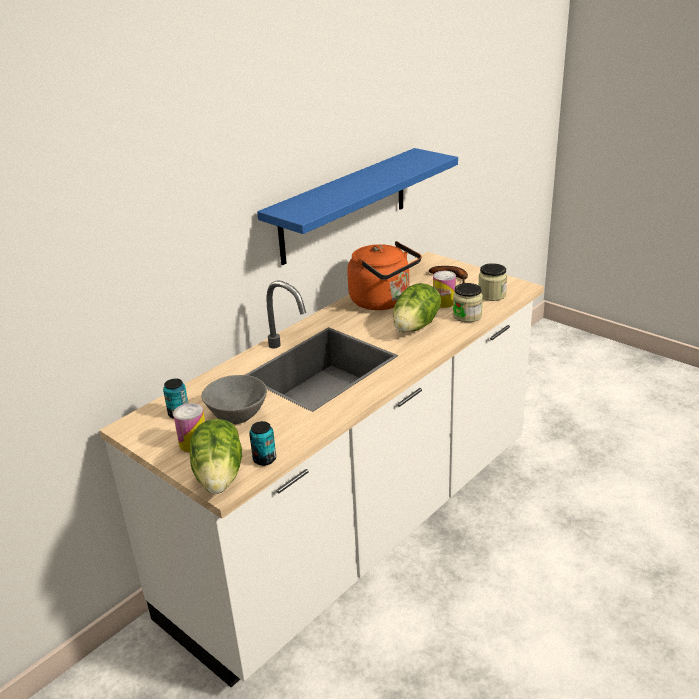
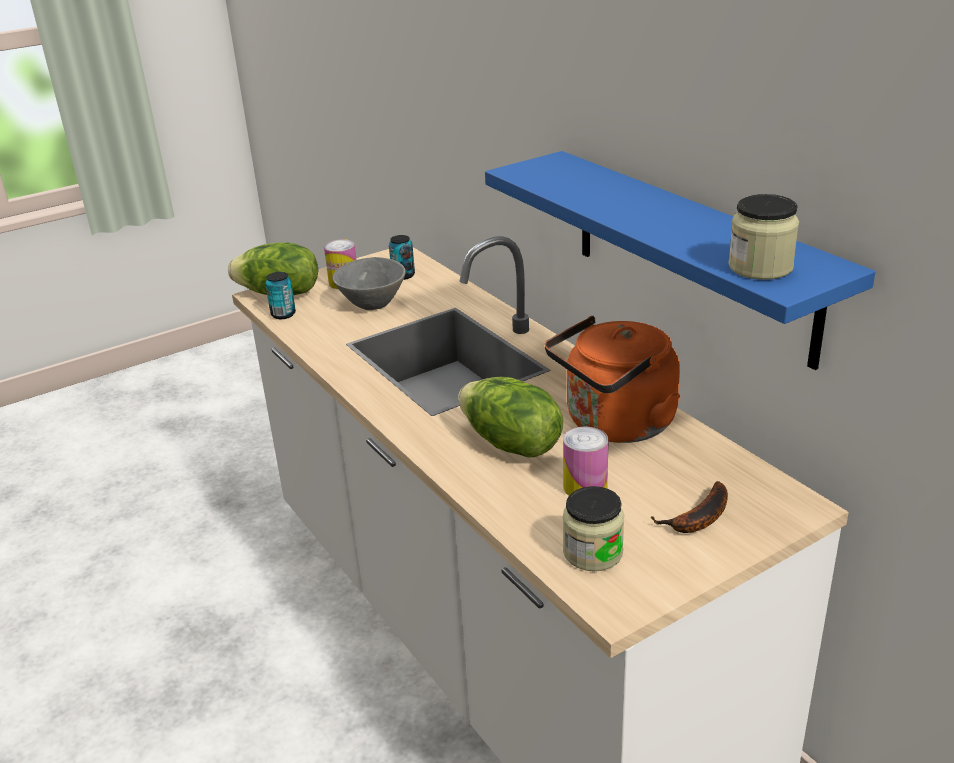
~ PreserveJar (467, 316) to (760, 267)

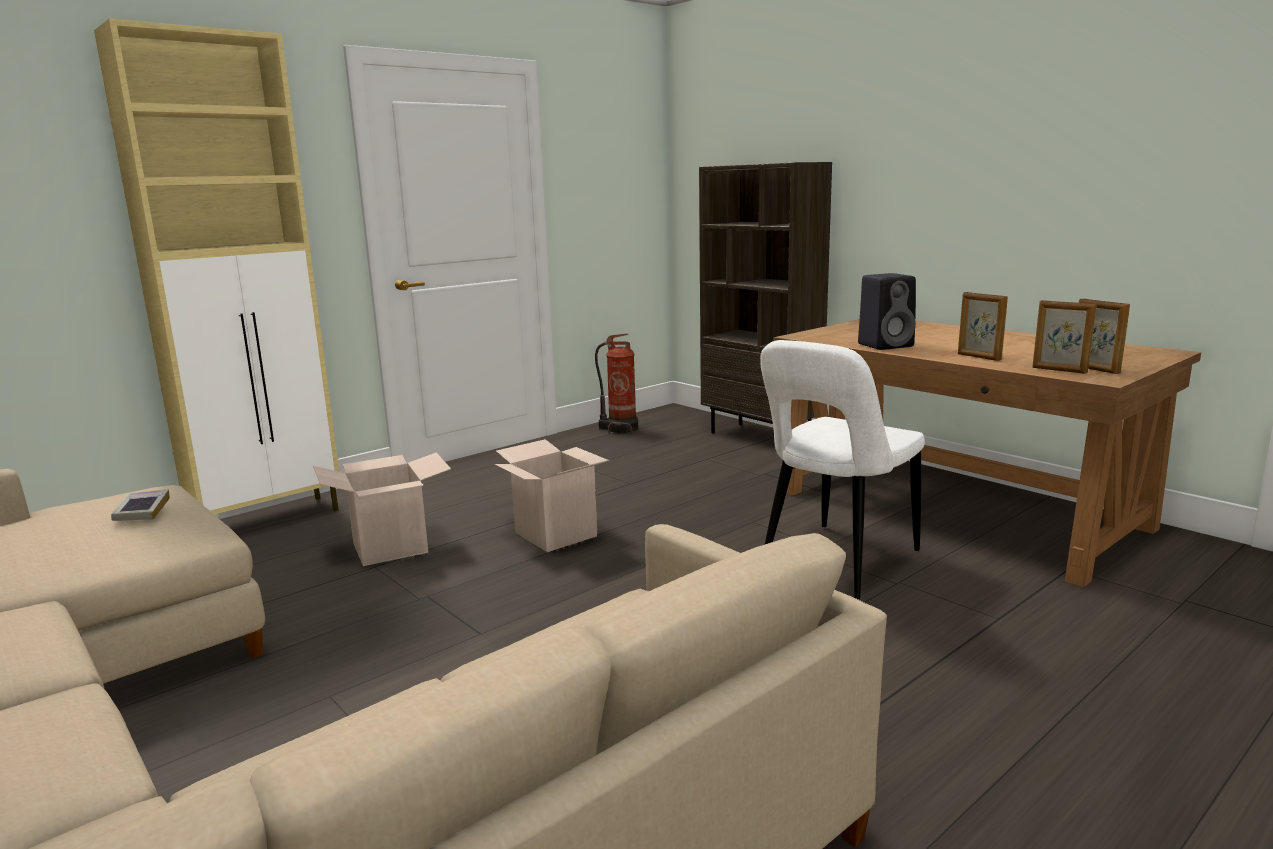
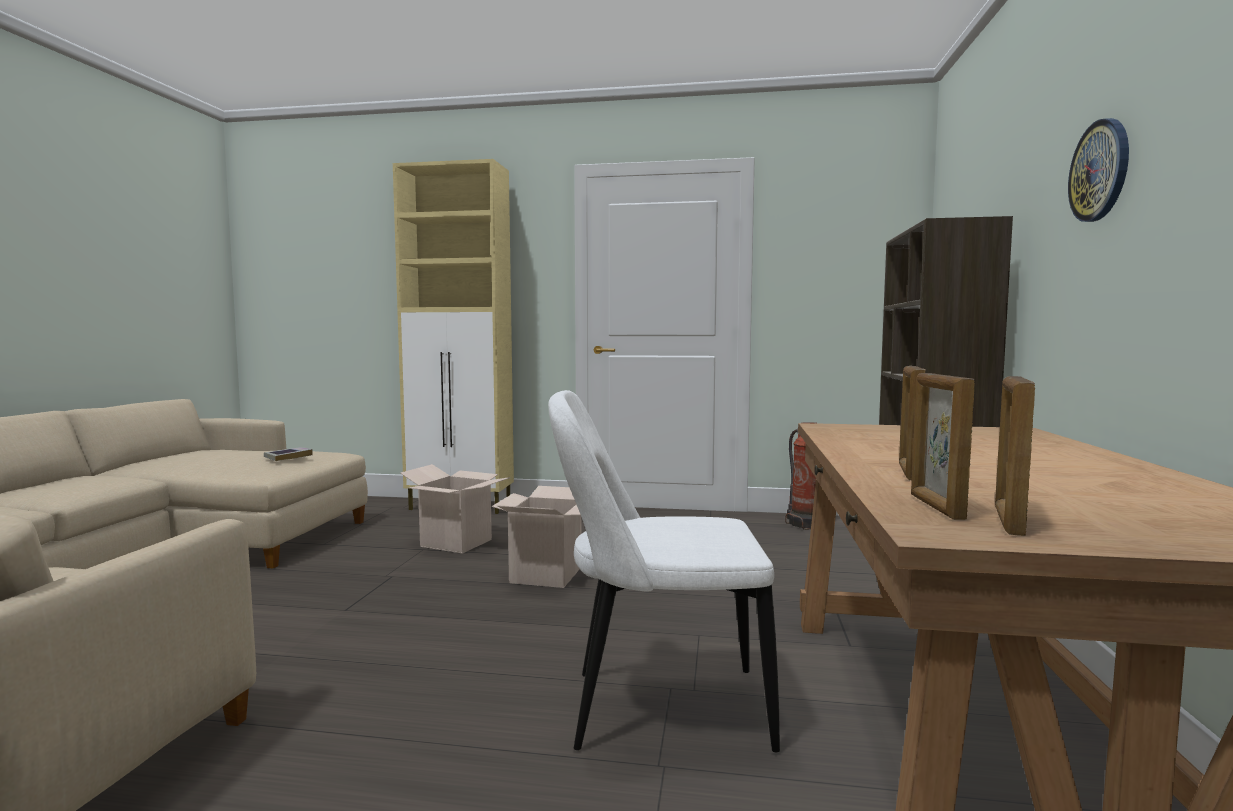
+ HangingClock (1100, 171)
- BlackishAudioSpeaker (886, 345)

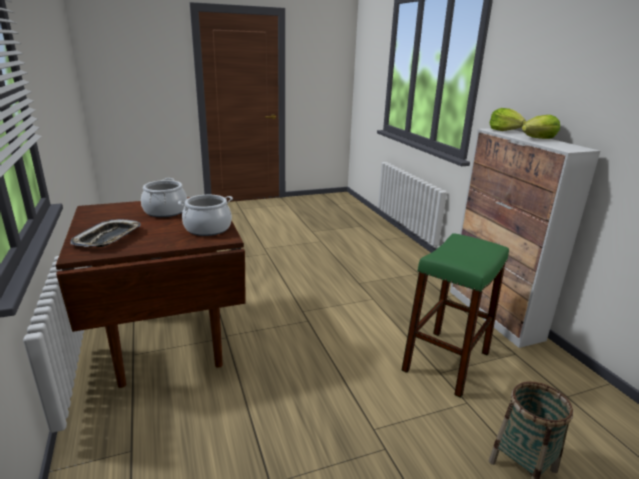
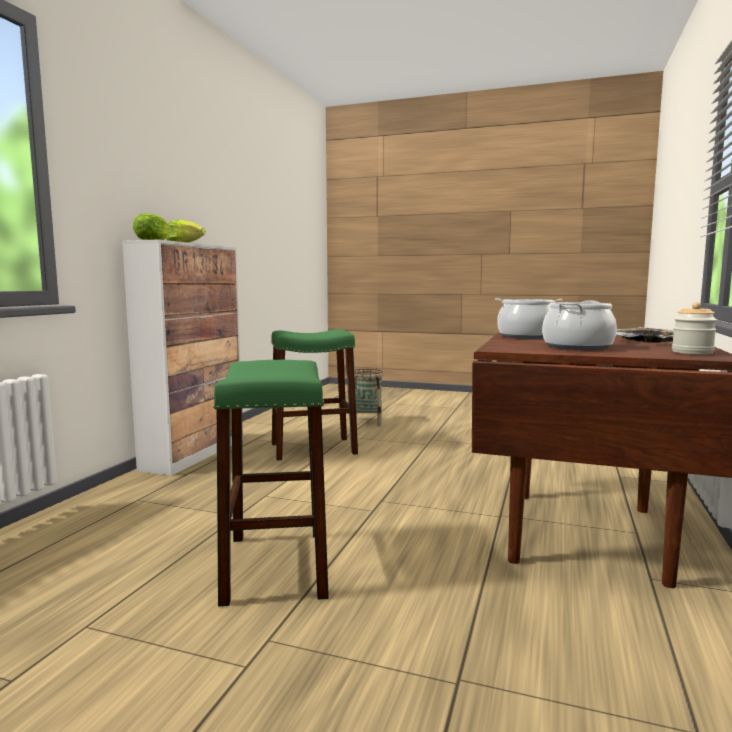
+ GreenColouredStoolSeat (276, 566)
+ PreserveJar (692, 352)

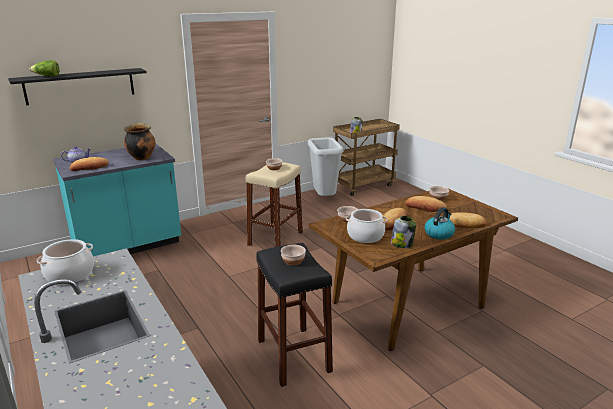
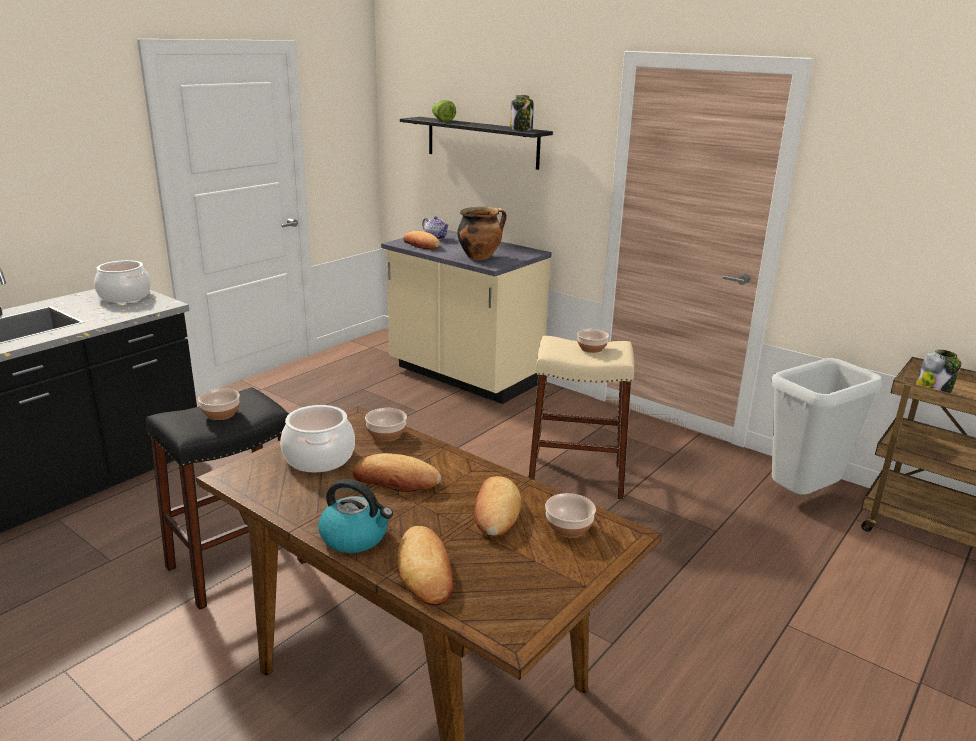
~ TurquoiseKitchenCounter (128, 246) to SandColouredKitchenCounter (463, 376)
~ PreserveJar (402, 244) to (521, 129)

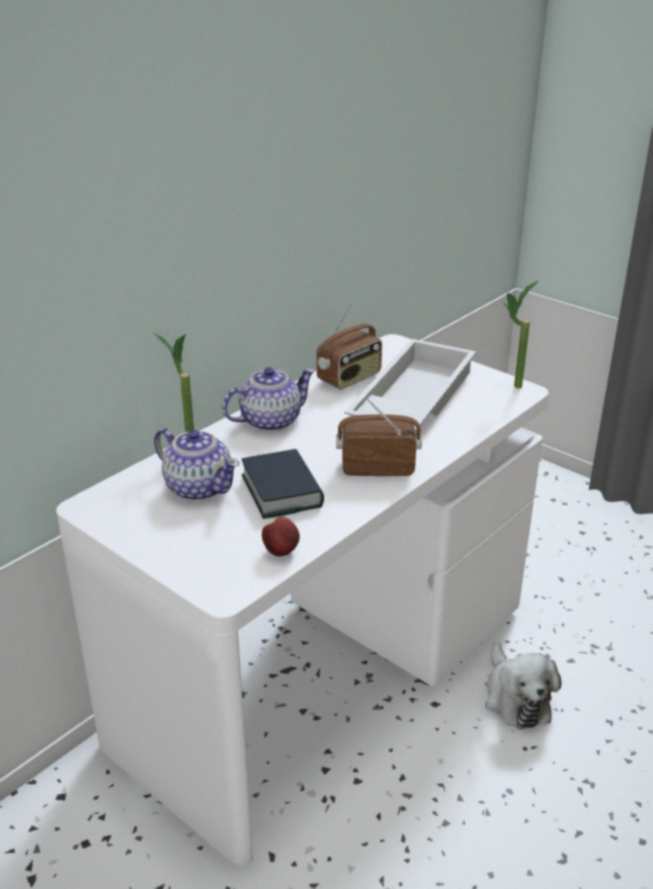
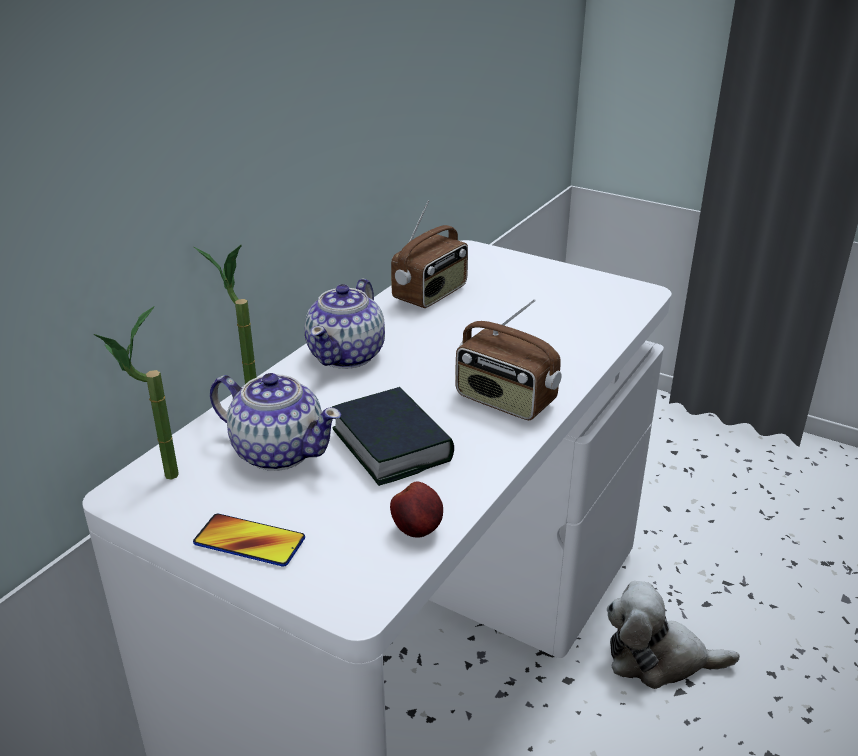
~ Houseplant (510, 388) to (157, 479)
+ Handset (249, 542)
~ TeaPot (269, 421) = (347, 355) 150 degrees clockwise
~ RadioReceiver (377, 467) = (504, 401) 135 degrees counterclockwise
~ PlushToy (516, 697) = (658, 659) 120 degrees clockwise
- WhiteColouredTray (410, 399)

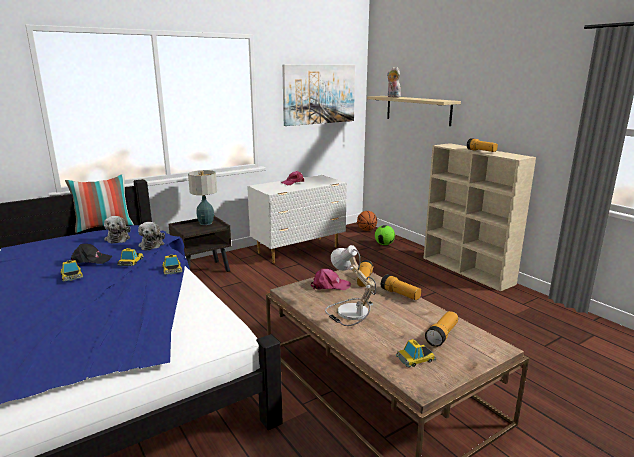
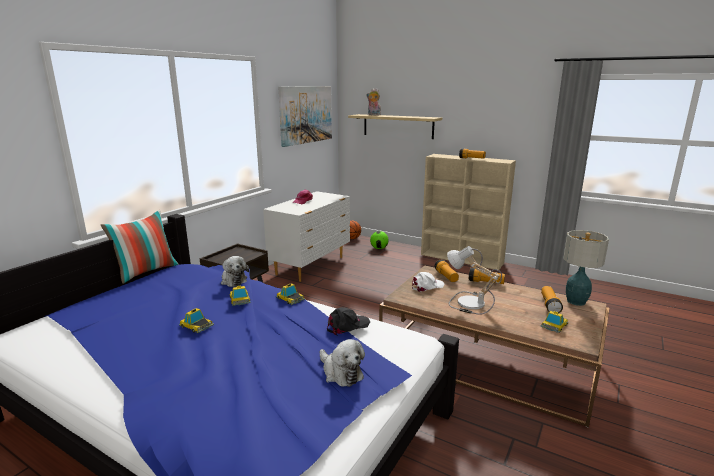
~ PlushToy (118, 238) to (340, 373)
~ BlackishCap (91, 260) to (347, 326)
~ PinkColouredCap (329, 285) to WhiteColouredCap (427, 286)
~ TabletopLamp (205, 223) to (575, 301)

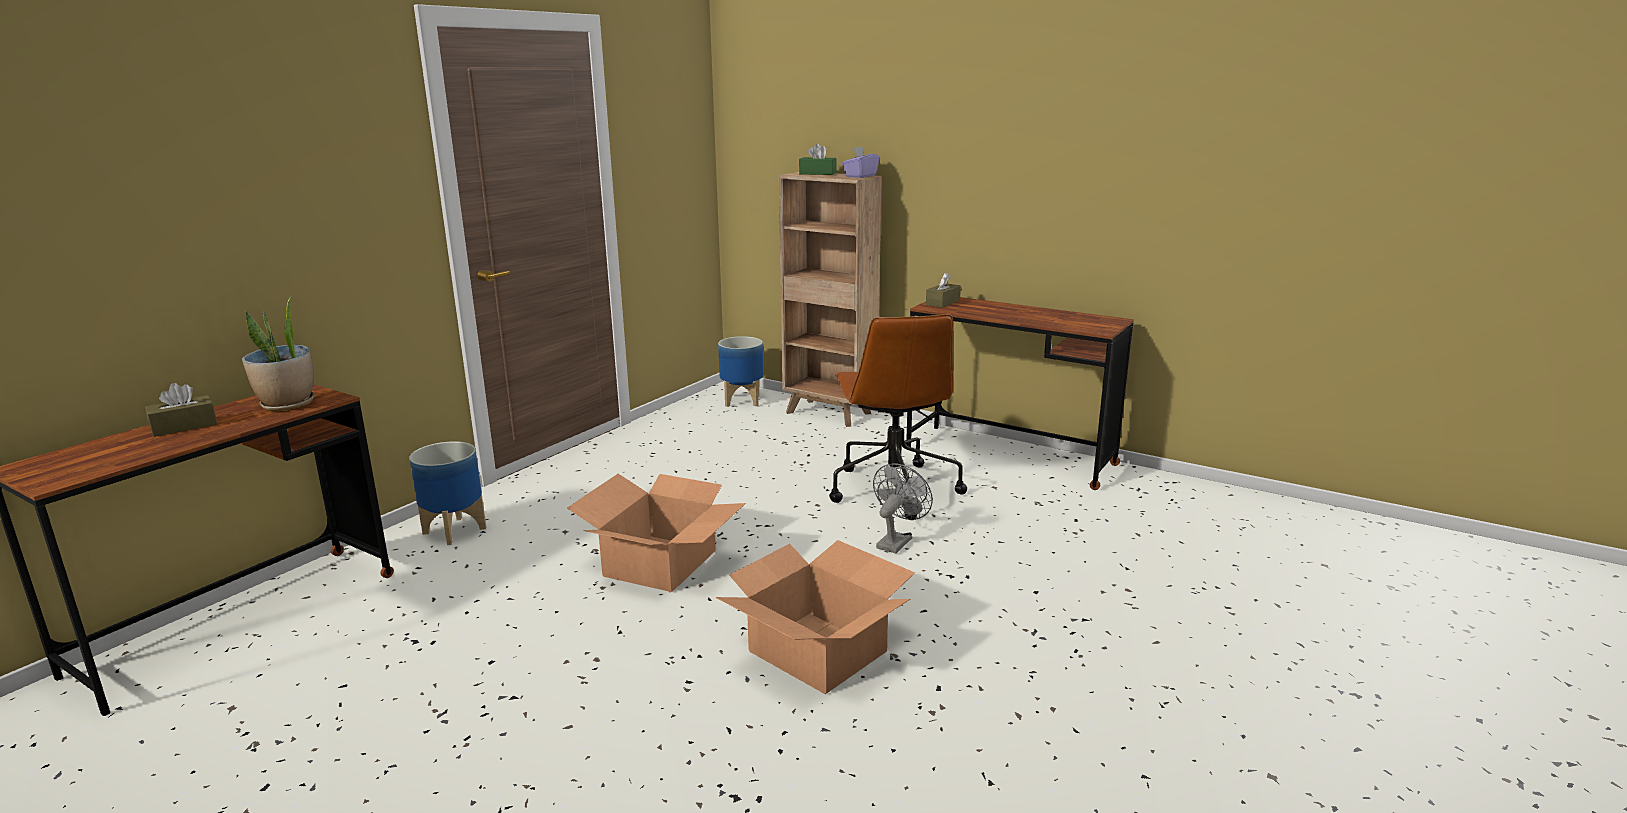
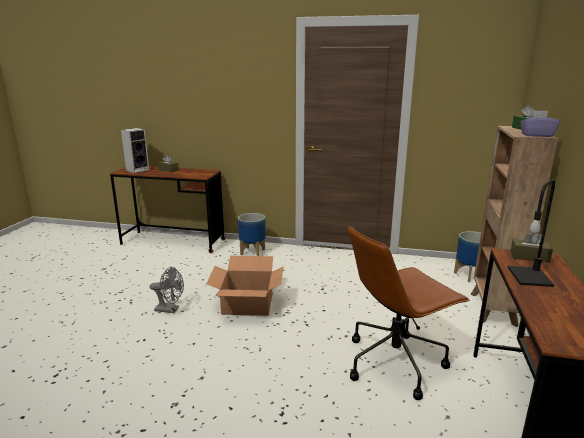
+ AudioSpeaker (138, 170)
~ GrayFan (896, 541) to (170, 309)
+ BlackishTabletopLamp (528, 276)
- Houseplant (287, 404)
- PackingBox (818, 650)

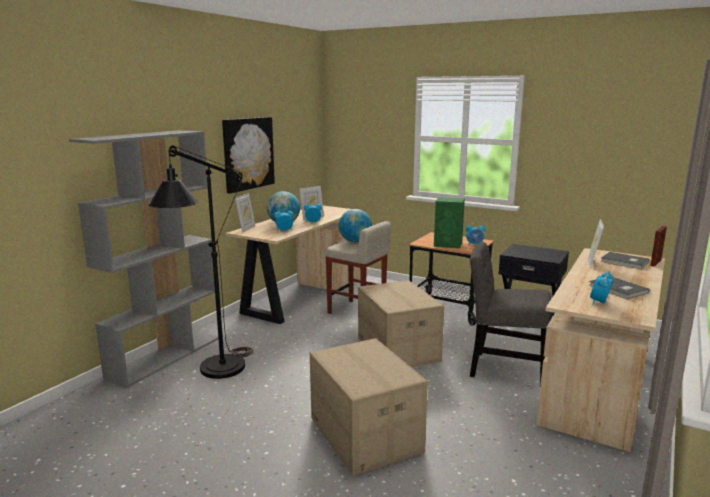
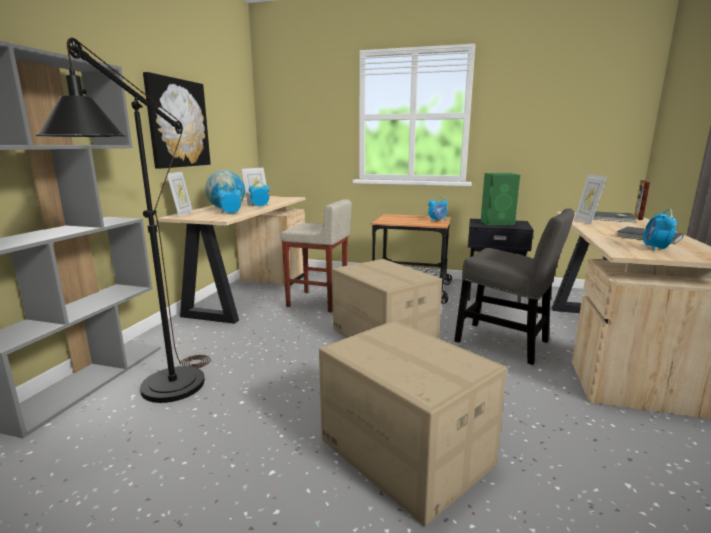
~ GrayUprightChair (503, 369) = (506, 343) 150 degrees counterclockwise
~ GreenColouredAudioSpeaker (449, 244) to (498, 223)
- WorldGlobe (355, 241)

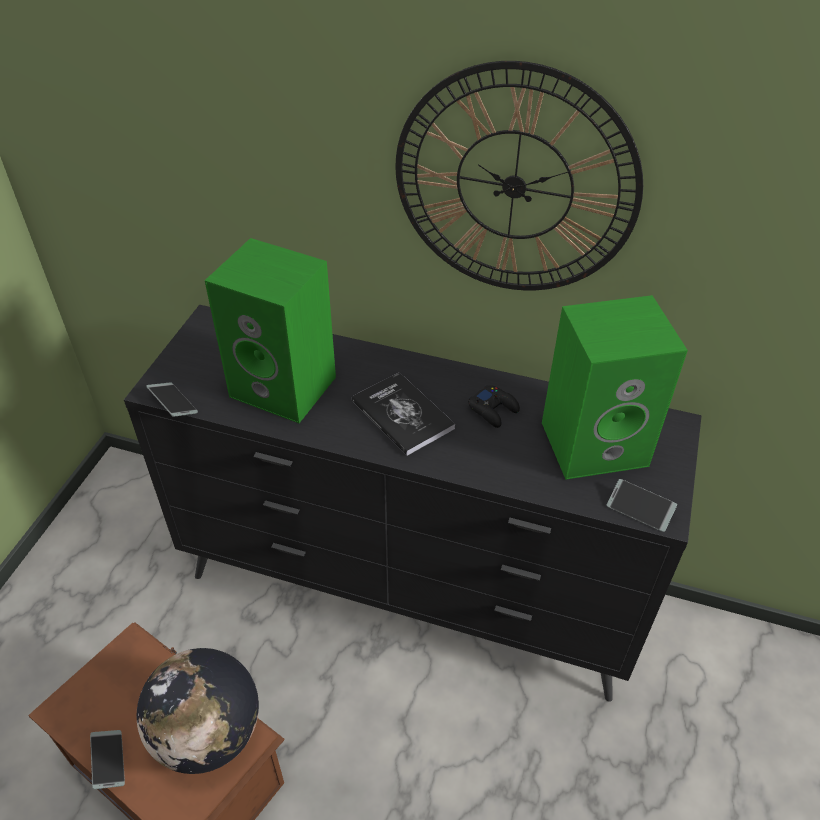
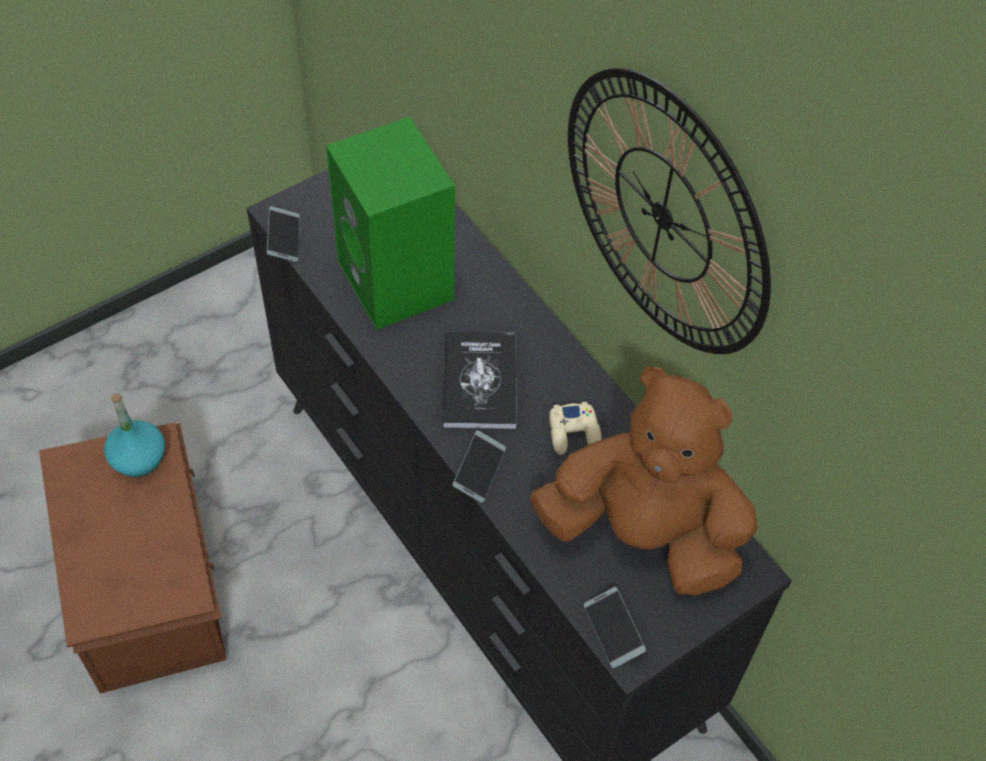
+ TurquoiseDrinkBottle (138, 458)
~ Handset (109, 761) to (479, 470)
~ GreenColouredAudioSpeaker (595, 442) to BrownColouredPlushToy (643, 534)
~ BlackishGameController (493, 410) to SandColouredGameController (574, 433)
- WorldGlobe (208, 734)

